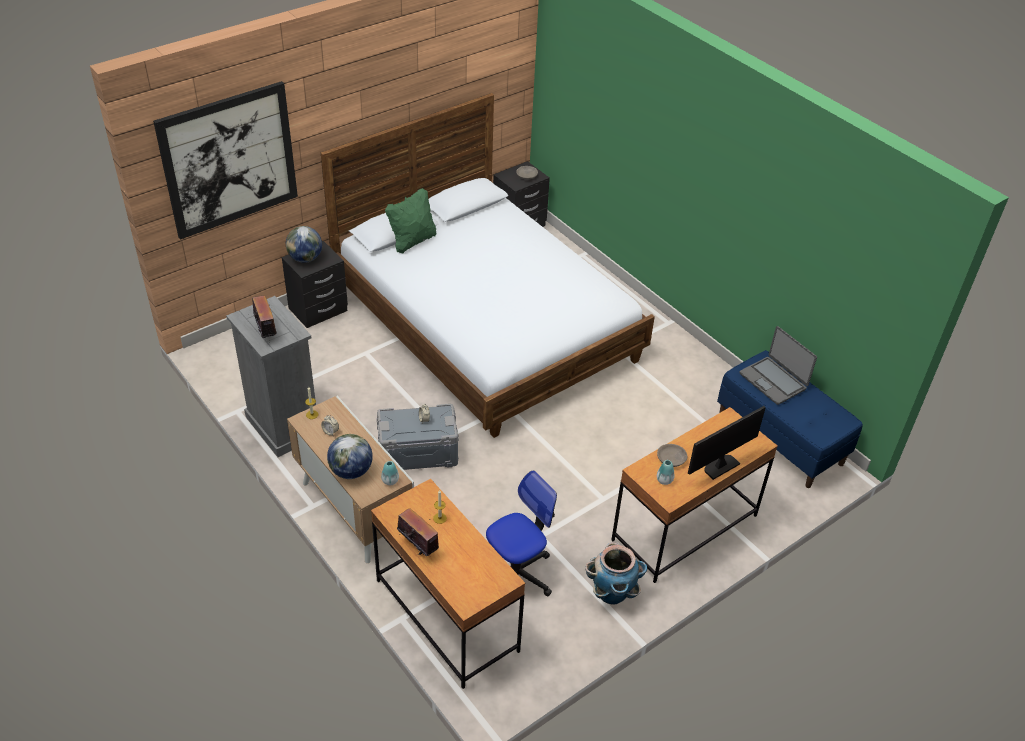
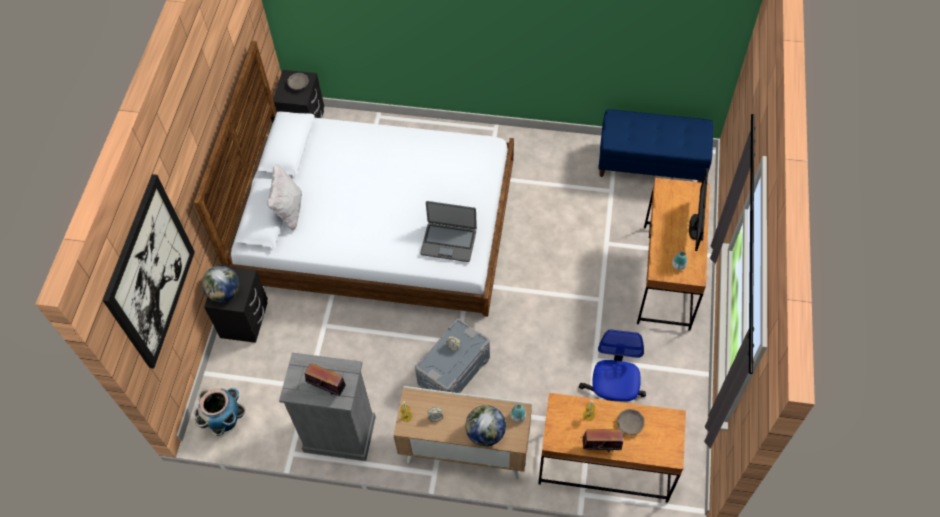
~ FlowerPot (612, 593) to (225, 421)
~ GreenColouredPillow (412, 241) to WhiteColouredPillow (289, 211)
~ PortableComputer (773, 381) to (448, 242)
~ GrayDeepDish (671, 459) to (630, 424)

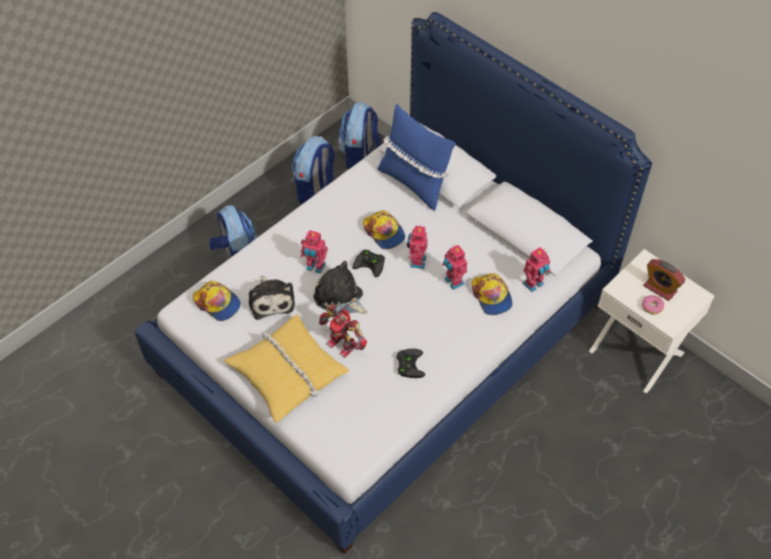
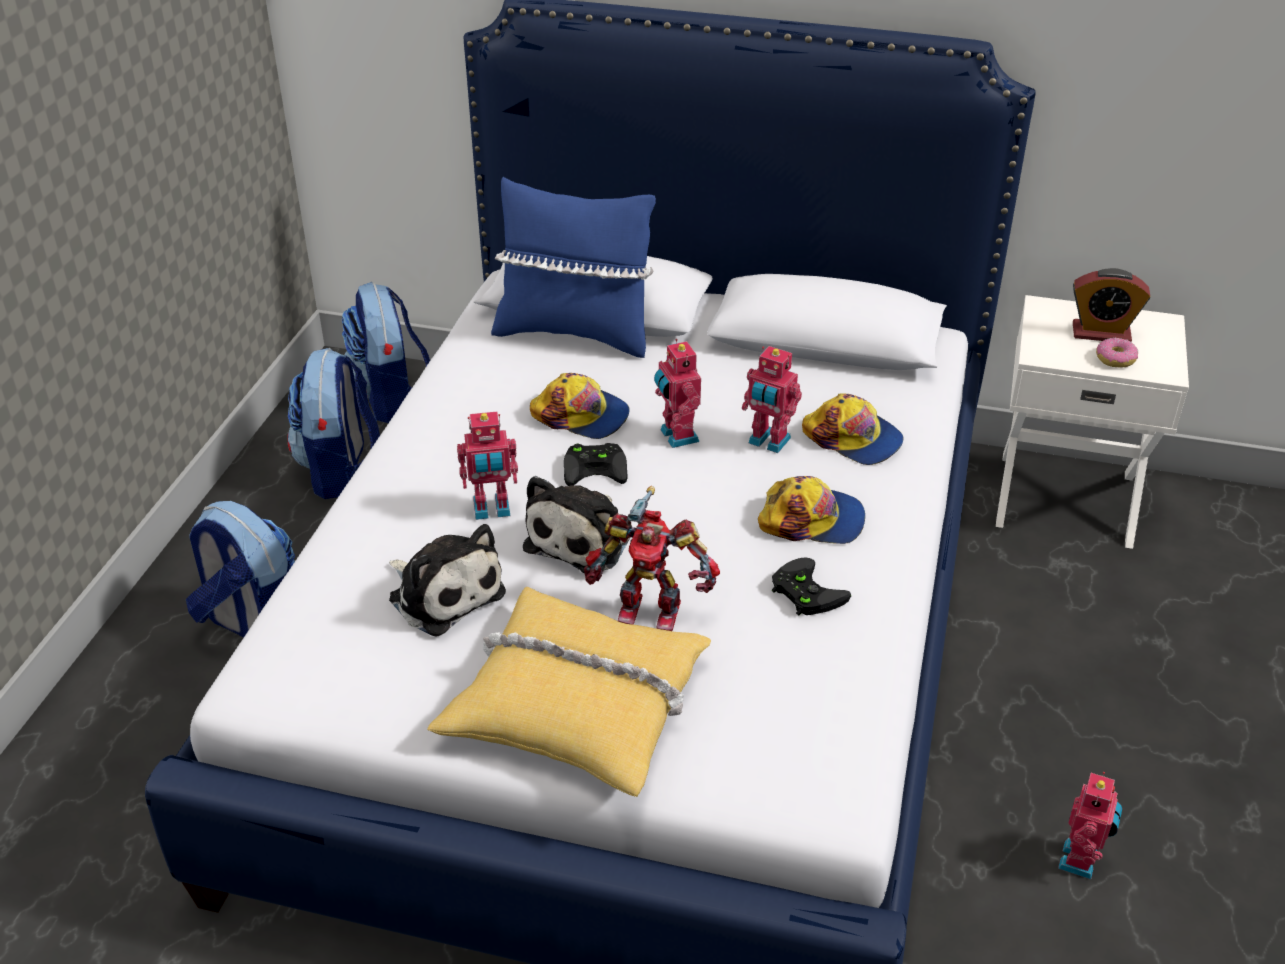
~ PlushToy (340, 298) = (582, 539) 75 degrees counterclockwise
~ Cap (218, 303) to (812, 520)
~ ModelRobot (534, 284) to (1081, 861)

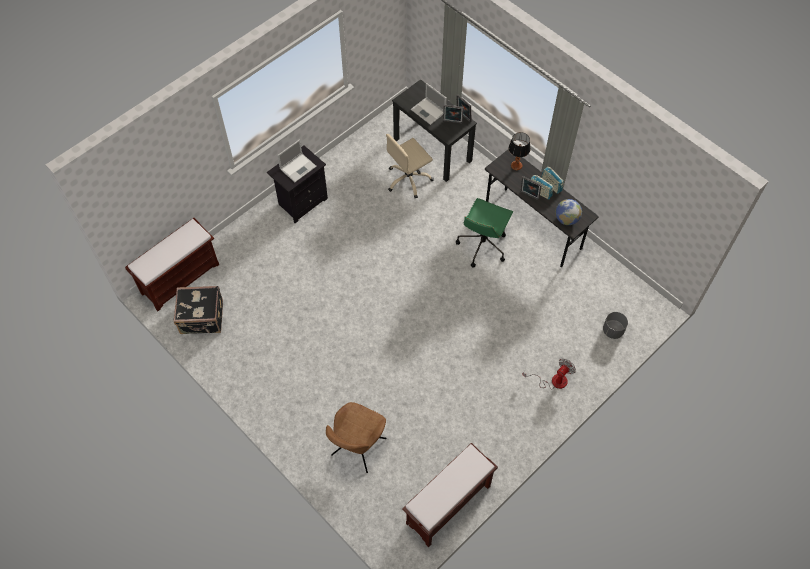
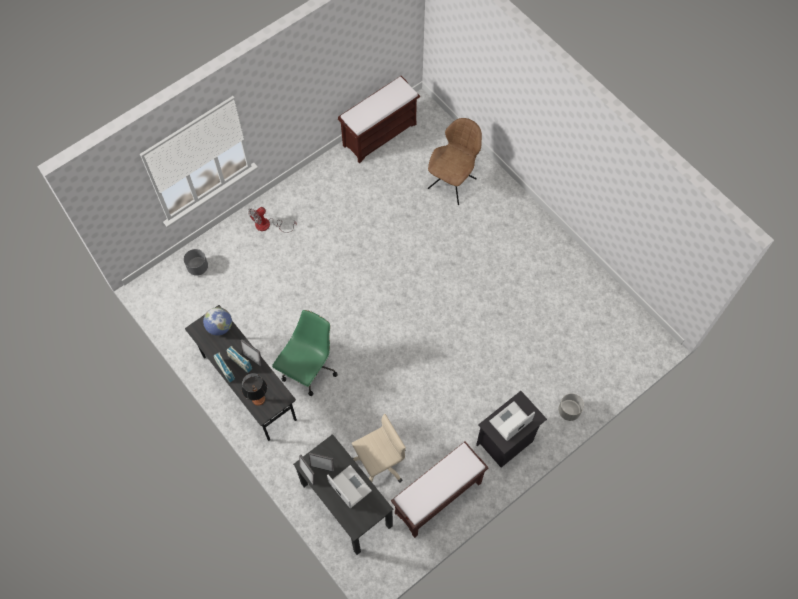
~ BrownColouredLongSeat (180, 278) to (437, 499)
+ GrayFlowerPot (569, 411)
- BlackishTravelCase (202, 318)

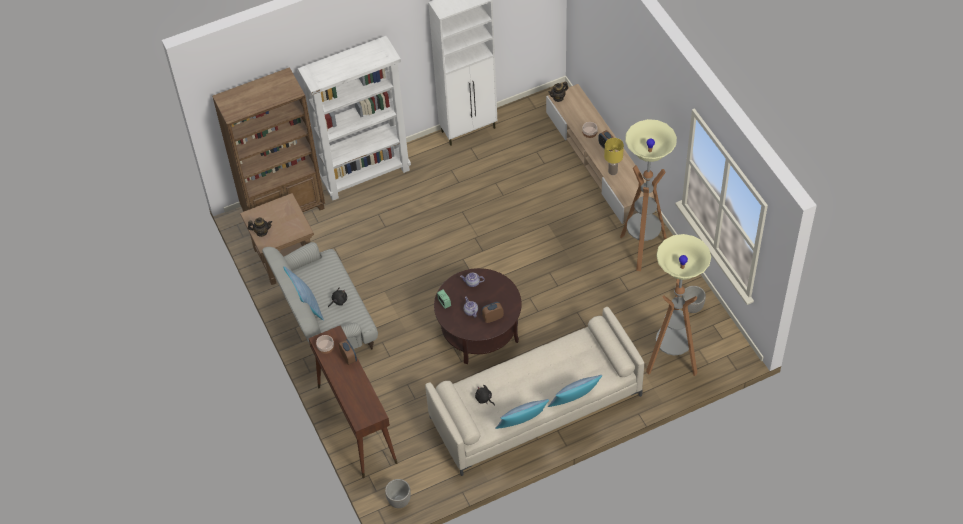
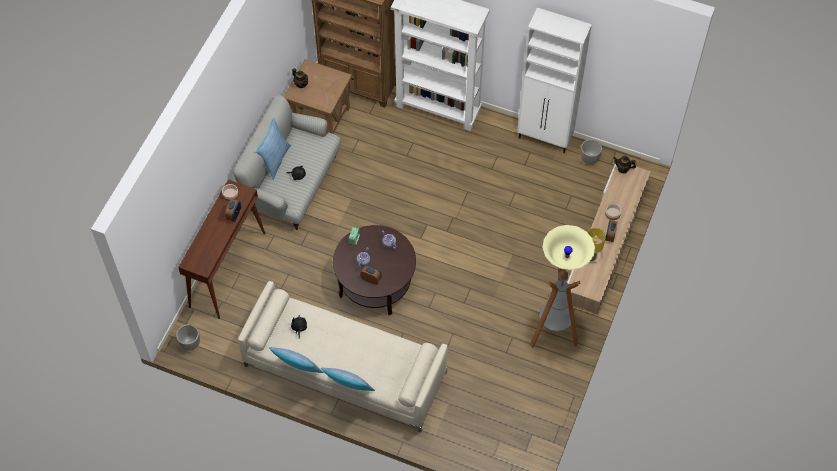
~ FlowerPot (692, 307) to (589, 159)
- FloorLamp (671, 361)

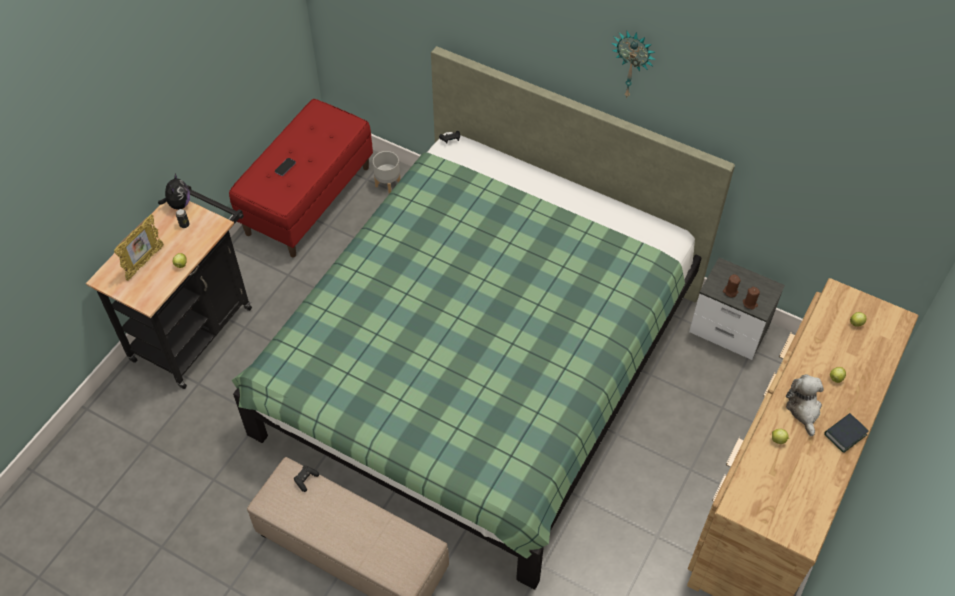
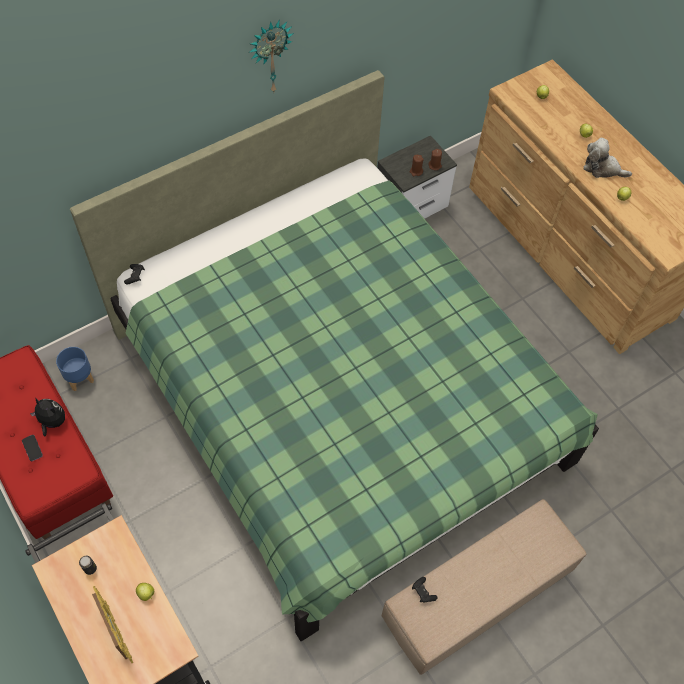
~ PlushToy (178, 204) to (52, 422)
~ GrayFlowerPot (388, 184) to BlueFlowerPot (80, 378)
- Book (845, 434)

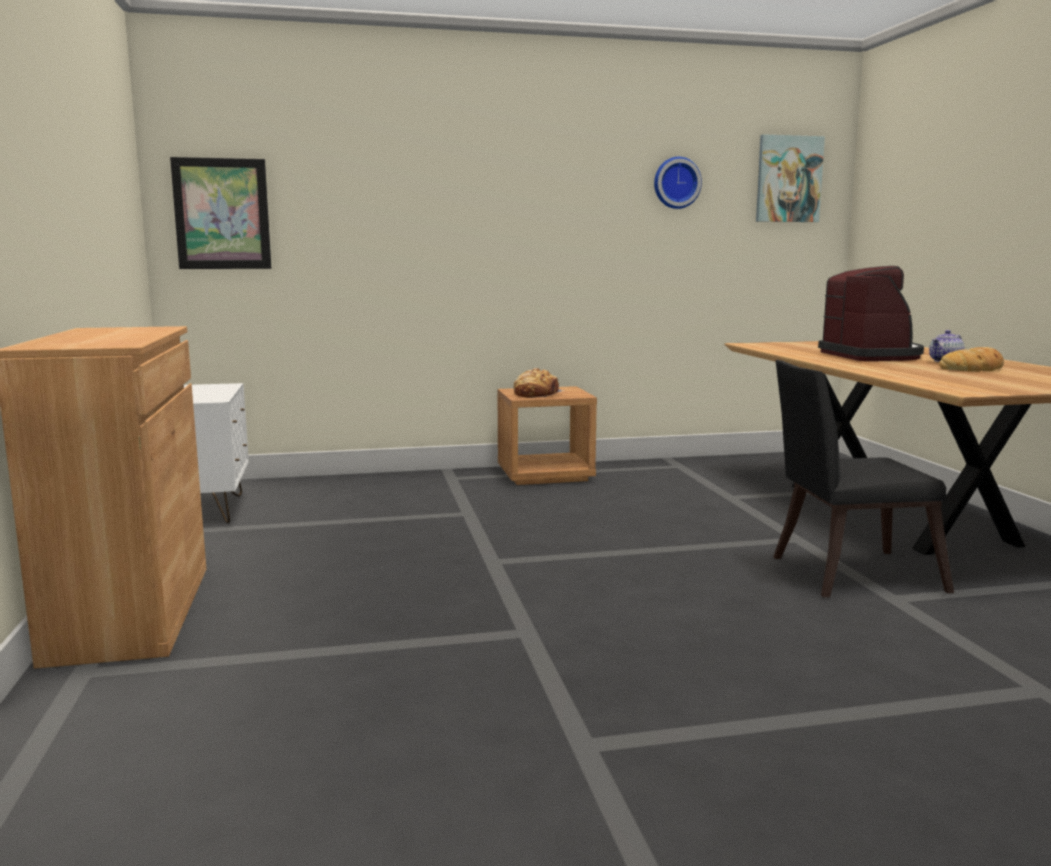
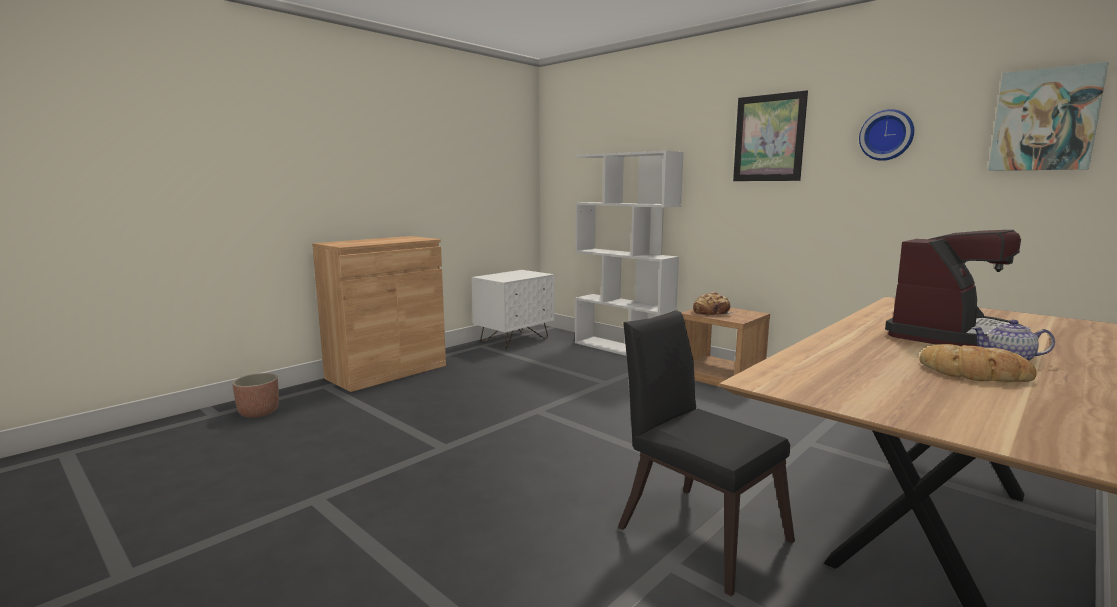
+ FlowerPot (259, 412)
+ WhiteColouredShelvingUnit (623, 349)
~ WallArt (222, 214) to (769, 138)

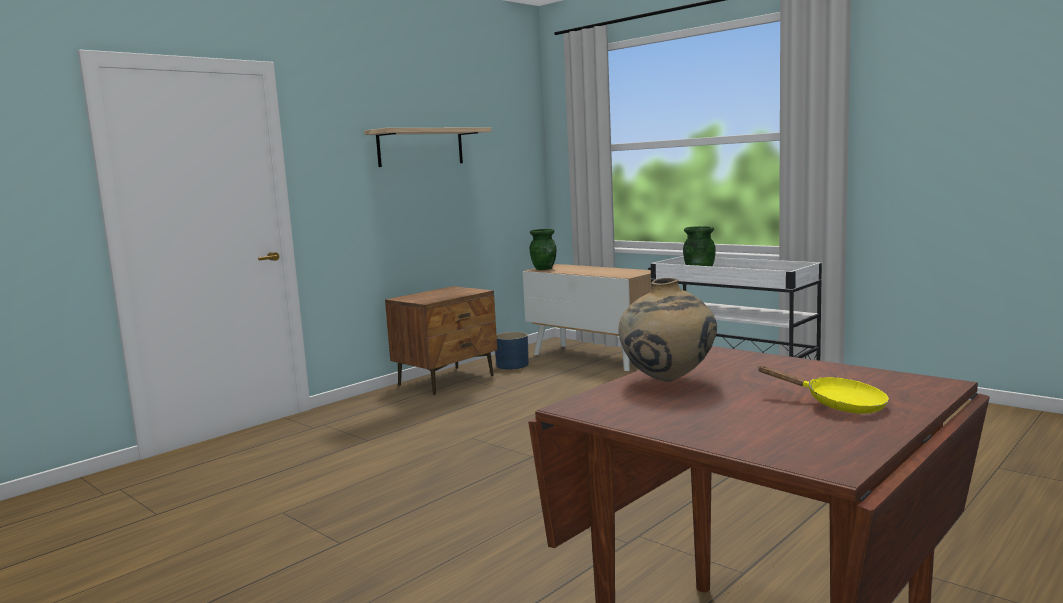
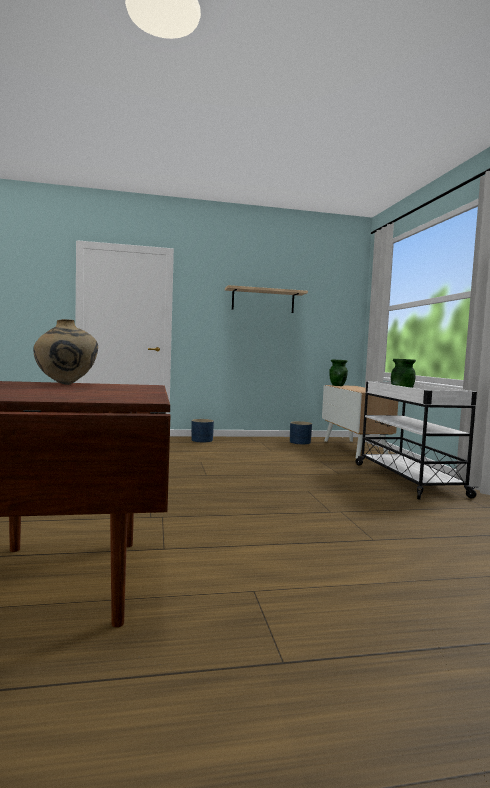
+ BlueFlowerPot (202, 440)
- BrownColouredBedsideTable (447, 380)
- YellowColouredPan (837, 404)

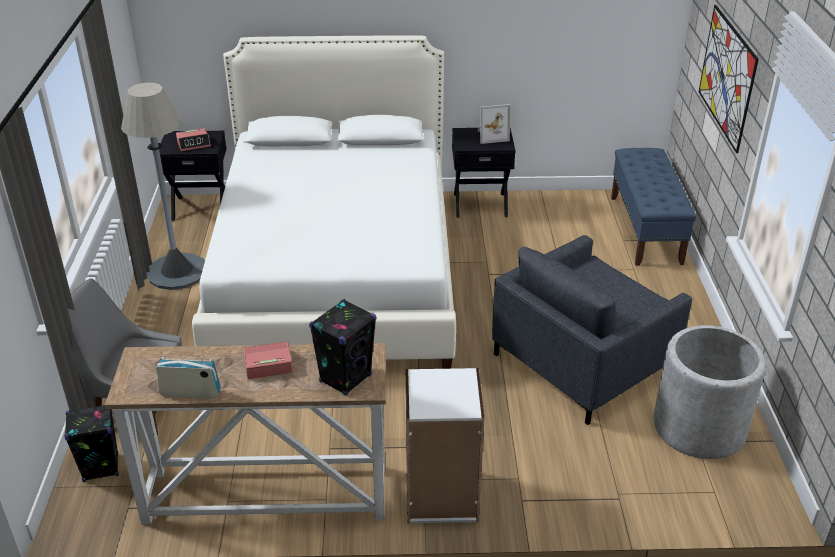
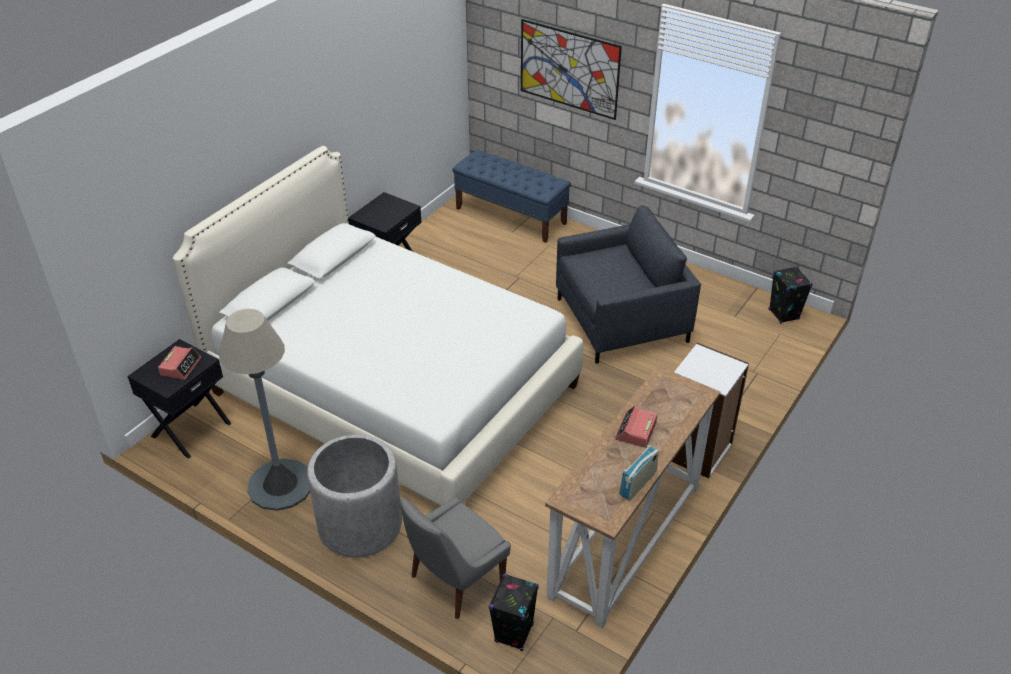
~ GrayFlowerPot (699, 427) to (360, 524)
~ GrayLoungeChair (581, 362) = (621, 320) 105 degrees counterclockwise
~ BlackishAudioSpeaker (345, 378) to (783, 314)
- PictureFrame (491, 136)

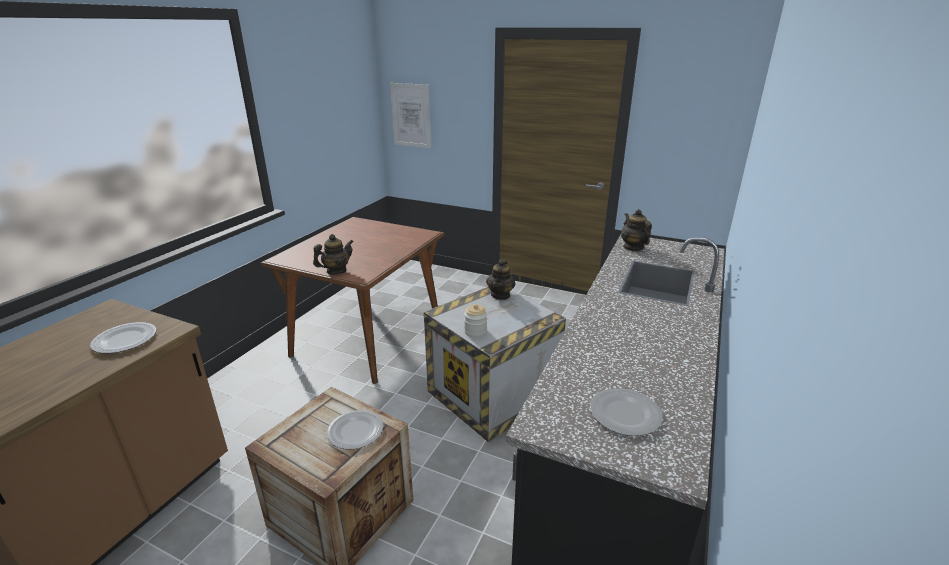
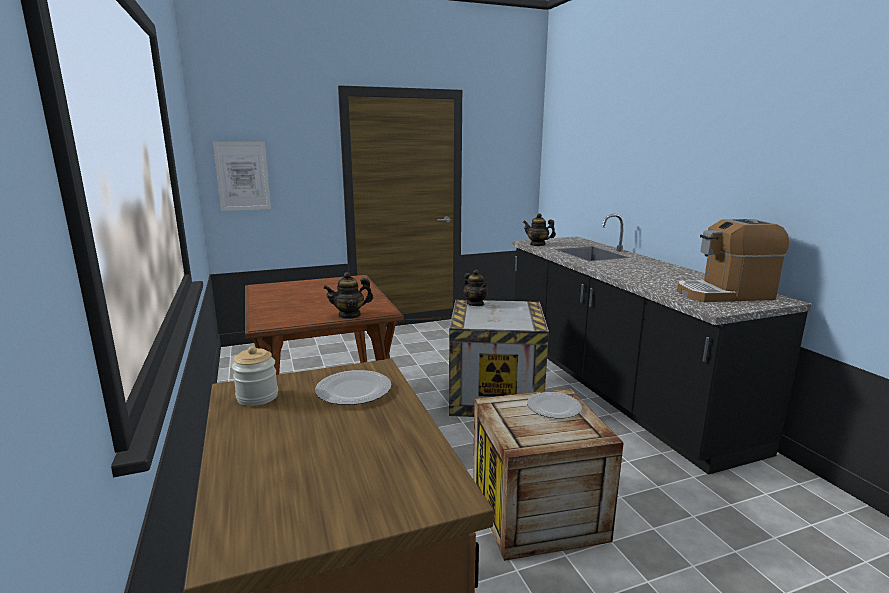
~ PreserveJar (475, 331) to (257, 397)
~ TeaPot (336, 271) = (349, 315) 120 degrees counterclockwise
~ DinnerPlate (625, 414) to CoffeeBrewer (725, 294)

